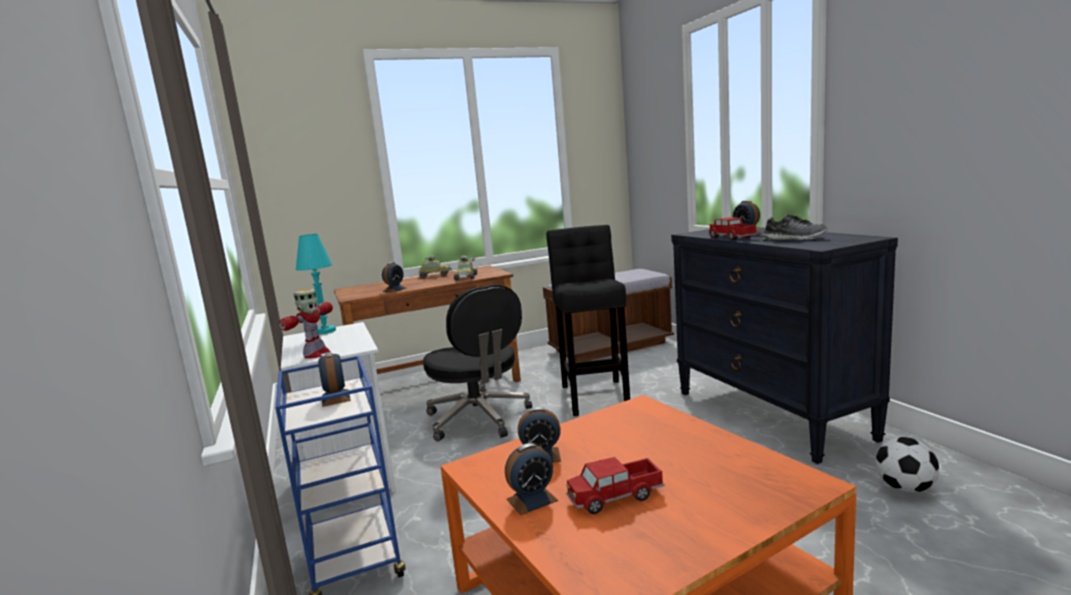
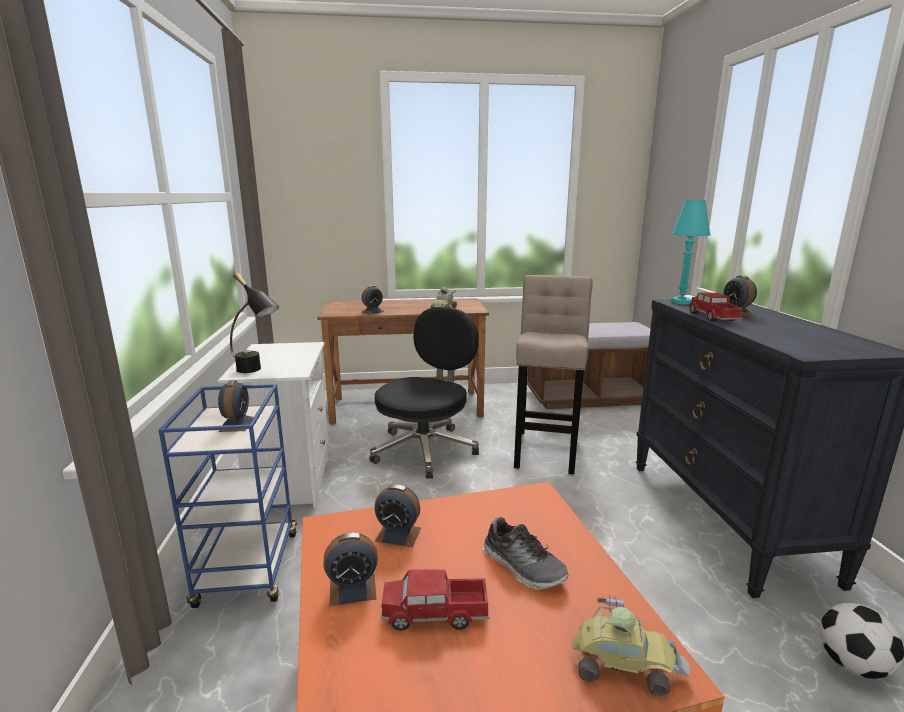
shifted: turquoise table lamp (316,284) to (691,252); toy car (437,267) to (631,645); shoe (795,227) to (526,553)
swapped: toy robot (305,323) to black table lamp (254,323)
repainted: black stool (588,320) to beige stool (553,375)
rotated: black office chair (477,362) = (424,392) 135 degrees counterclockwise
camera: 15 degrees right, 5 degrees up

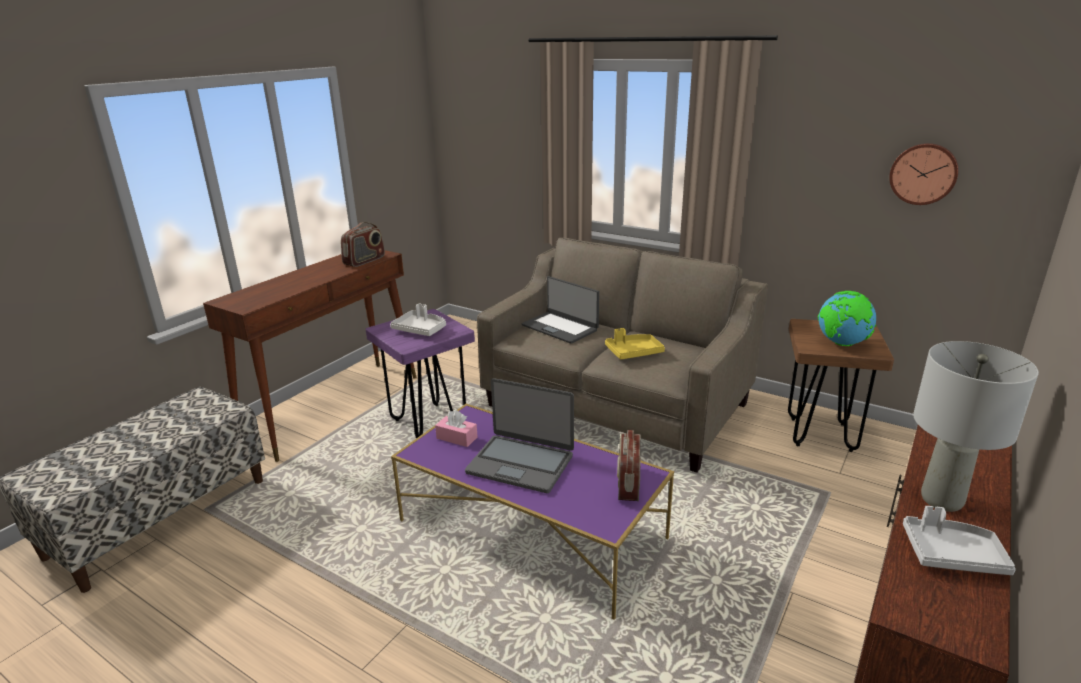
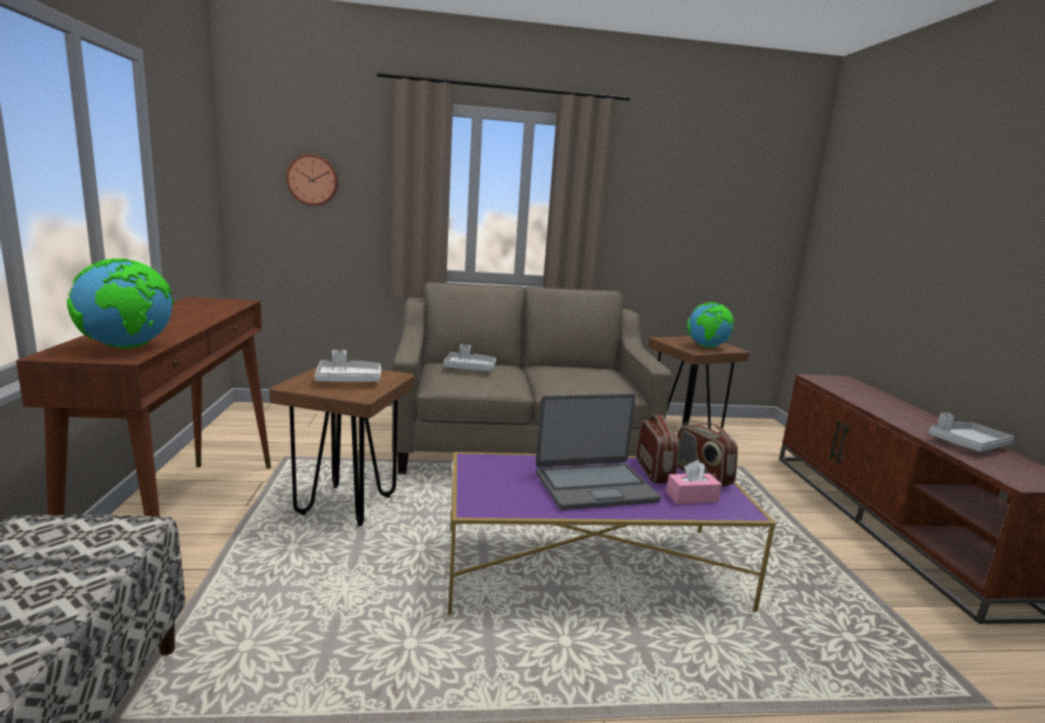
gone: yellow tray (635,343); grey table lamp (976,426)
new: globe (120,303)
shifted: radio (363,244) to (658,449); pink tissue box (456,428) to (694,482); wall clock (924,174) to (312,180)
swapped: laptop (560,310) to grey tray (469,357)
repainted: purple stool (420,373) to brown stool (342,446)
camera: 40 degrees left, 10 degrees down

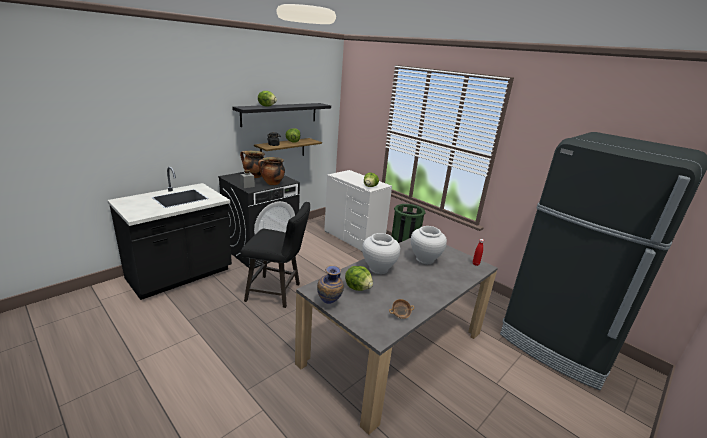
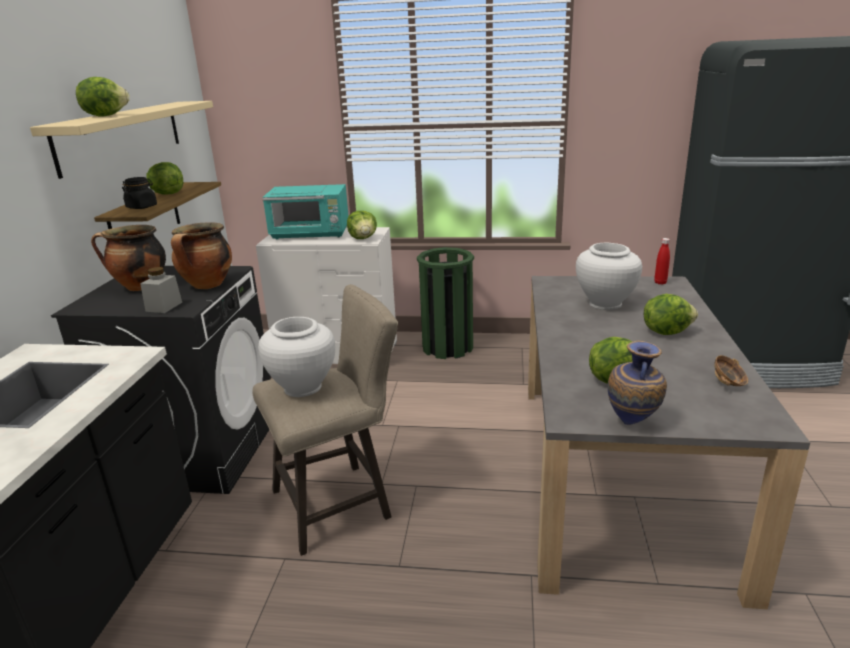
new: turquoise microwave (305,211); lettuce (671,314)
shifted: white vase (381,253) to (296,357)
repainted: black shelf (281,115) to beige shelf (121,140); black stool (275,255) to beige stool (325,420)
camera: 35 degrees left, 0 degrees up

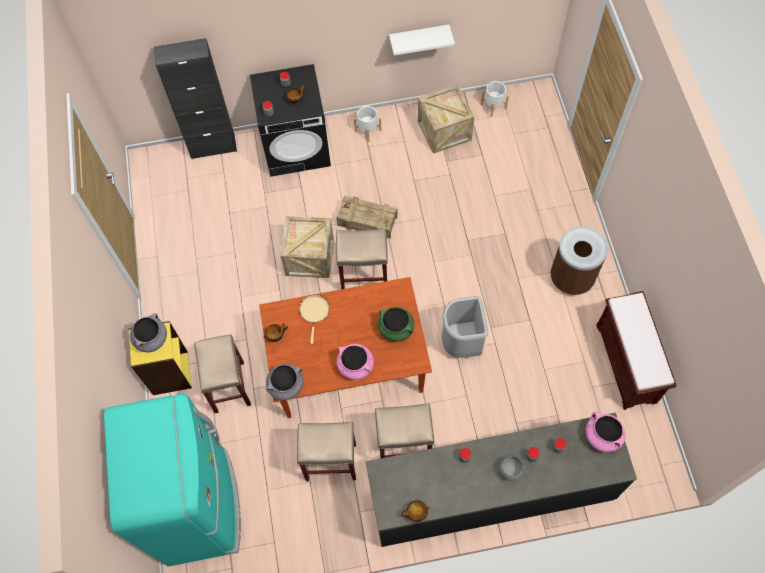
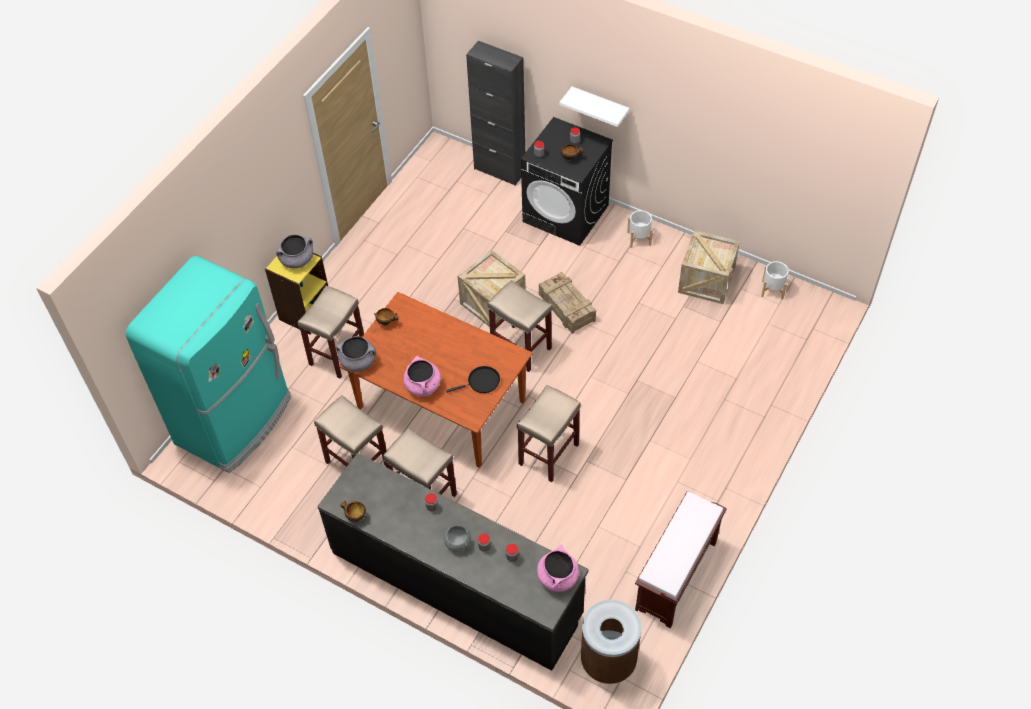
gone: beige frying pan (314,319)
shifted: white shelf (422,40) to (594,107); brown trash can (579,260) to (611,642)
swapped: green cooking pot (396,324) to black frying pan (473,379); grey trash can (465,327) to beige stool (549,433)
camera: 40 degrees right, 10 degrees down

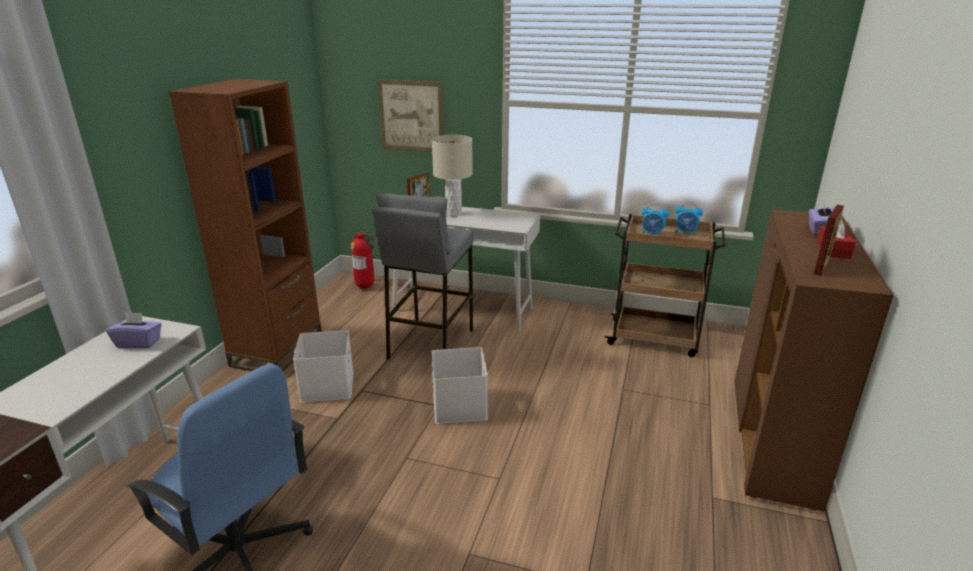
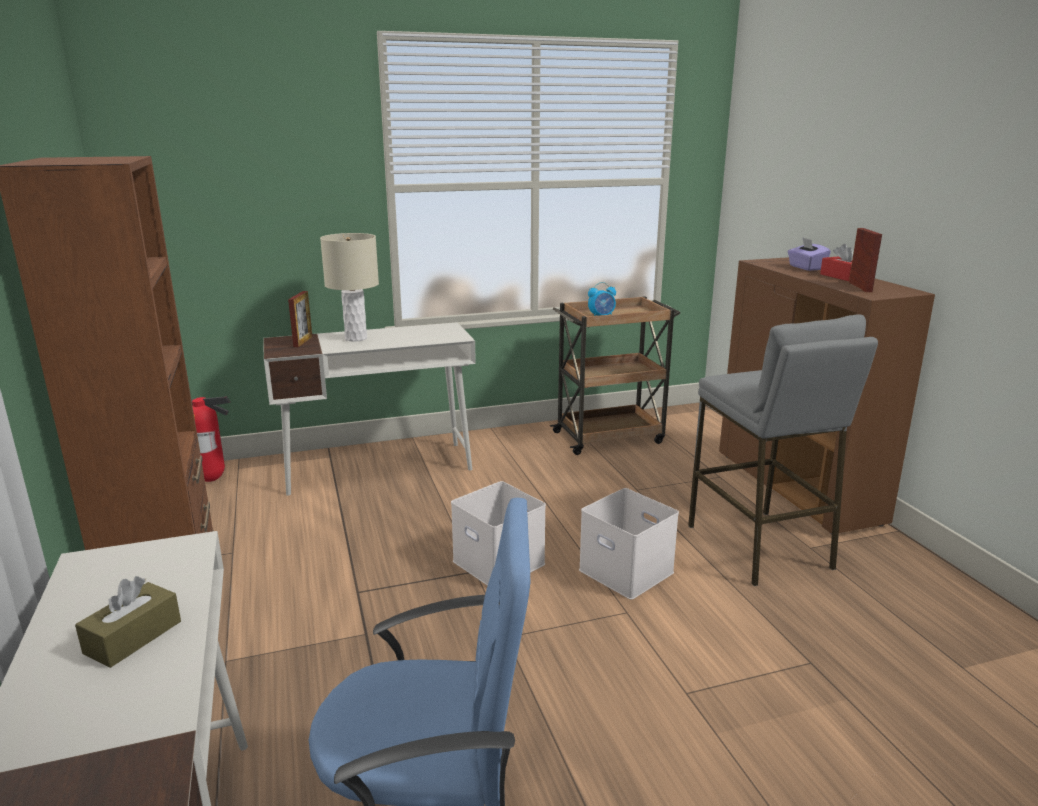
gone: purple tissue box (134,330); picture (410,115); alarm clock (689,218)
new: brown tissue box (128,622)
shifted: white storage box (323,366) to (629,544); grey stool (423,276) to (783,450)
camera: 35 degrees left, 5 degrees down

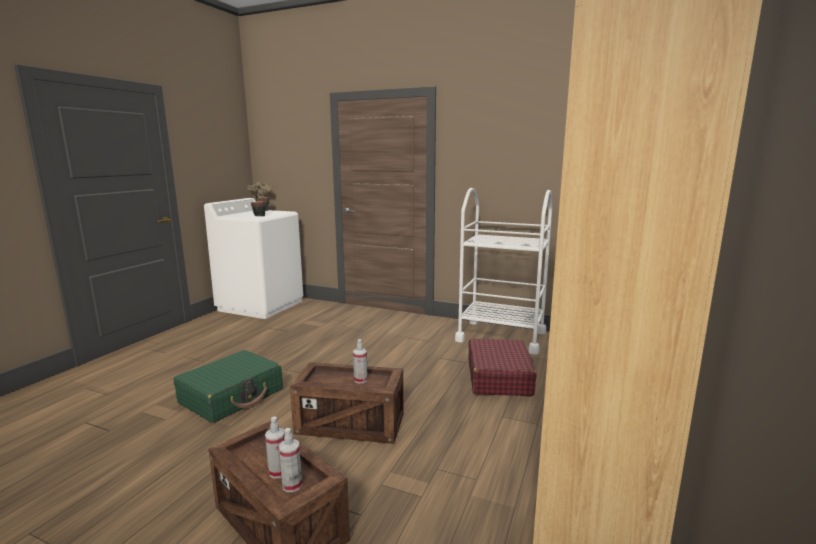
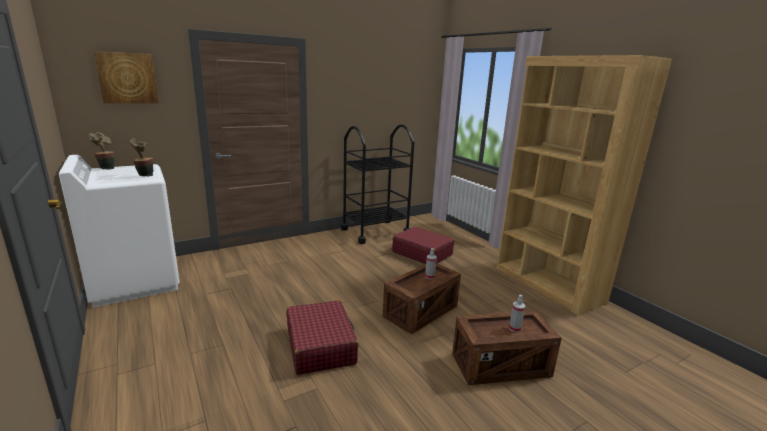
gone: spray bottle (290,460)
new: picture (126,77)
repainted: green suitcase (228,386) to red suitcase (322,337); white cart (503,271) to black cart (377,184)
camera: 55 degrees left, 5 degrees up

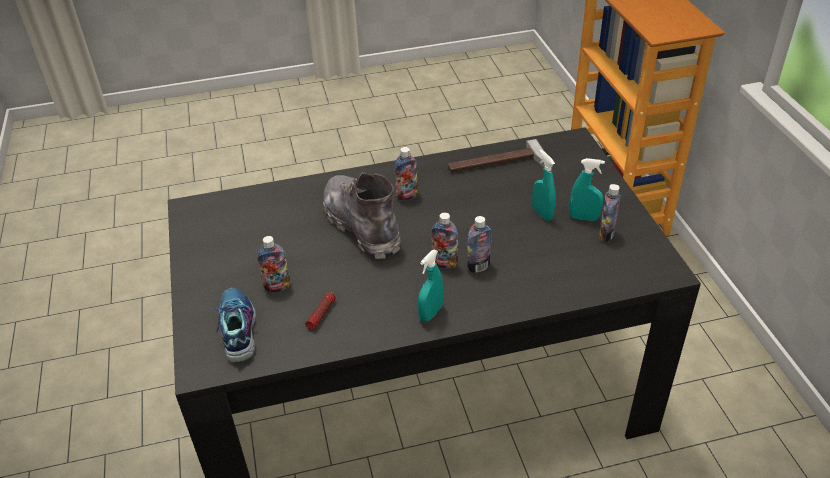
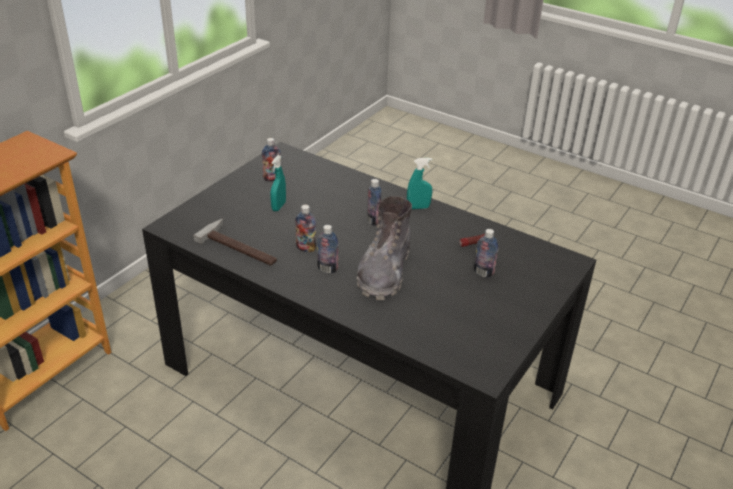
gone: shoe (232,325); turquoise spray bottle (587,189)
shifted: bottle (479,244) to (305,228)
camera: 135 degrees left, 5 degrees down

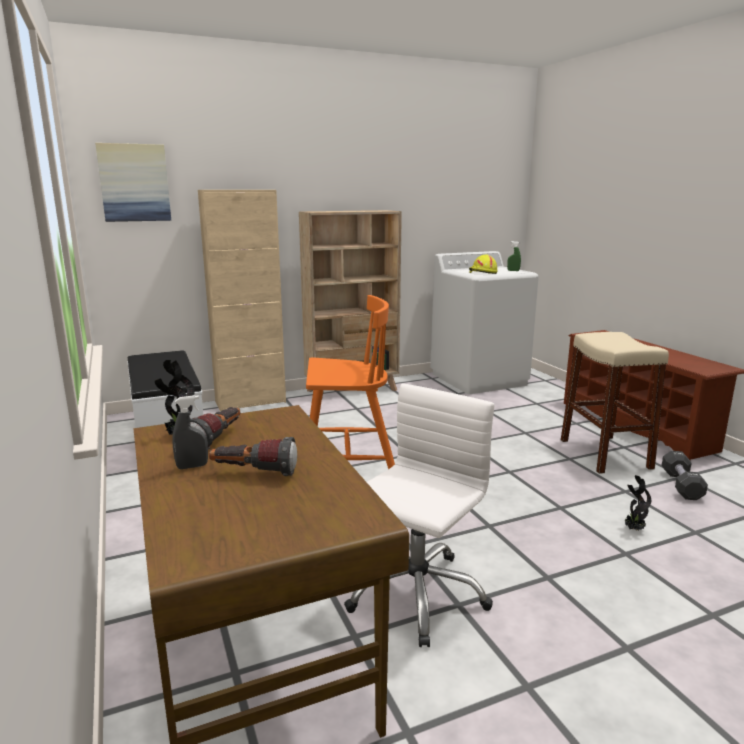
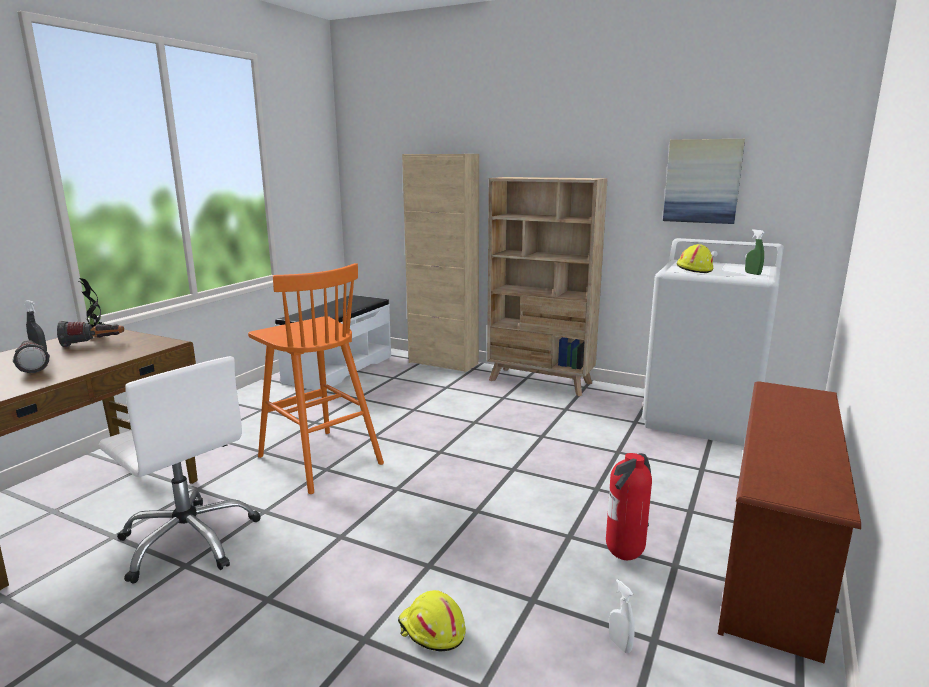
shifted: picture (133,182) to (704,181)
swapped: beige stool (615,403) to fire extinguisher (629,506); potted plant (637,503) to yellow hard hat (432,620); black dumbbell (685,475) to white spray bottle (622,616)
rotated: white office chair (419,515) = (180,470) 45 degrees clockwise
camera: 50 degrees right, 0 degrees up

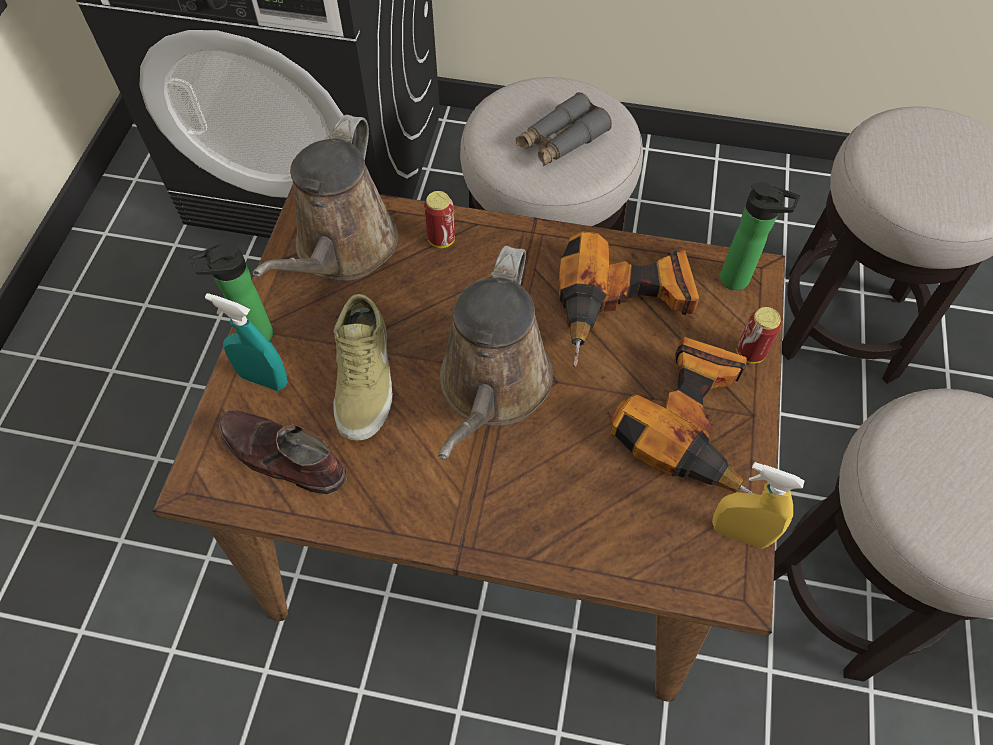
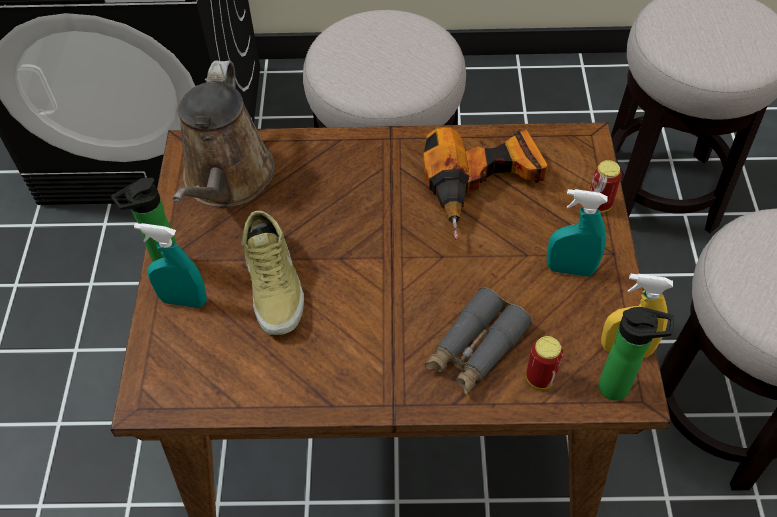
gone: brown shoe (282,453); brown watering can (495,353)
shifted: can (439,219) to (544,362); grey binoculars (564,129) to (478,341); bottle (760,236) to (636,354)
swapped: power drill (681,415) to turquoise spray bottle (577,233)
camera: 10 degrees left, 5 degrees down

